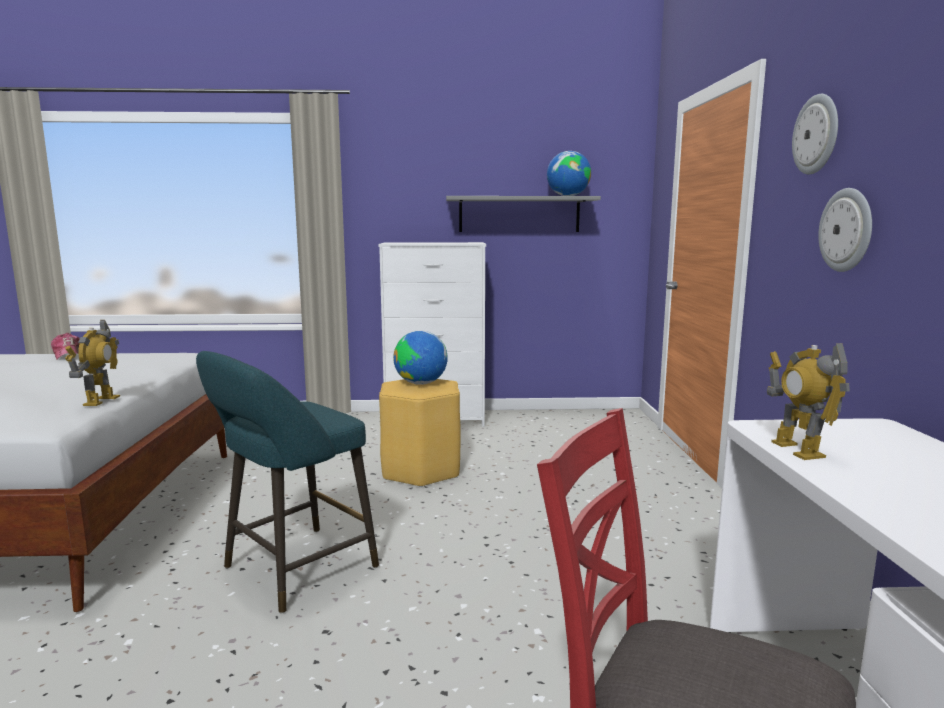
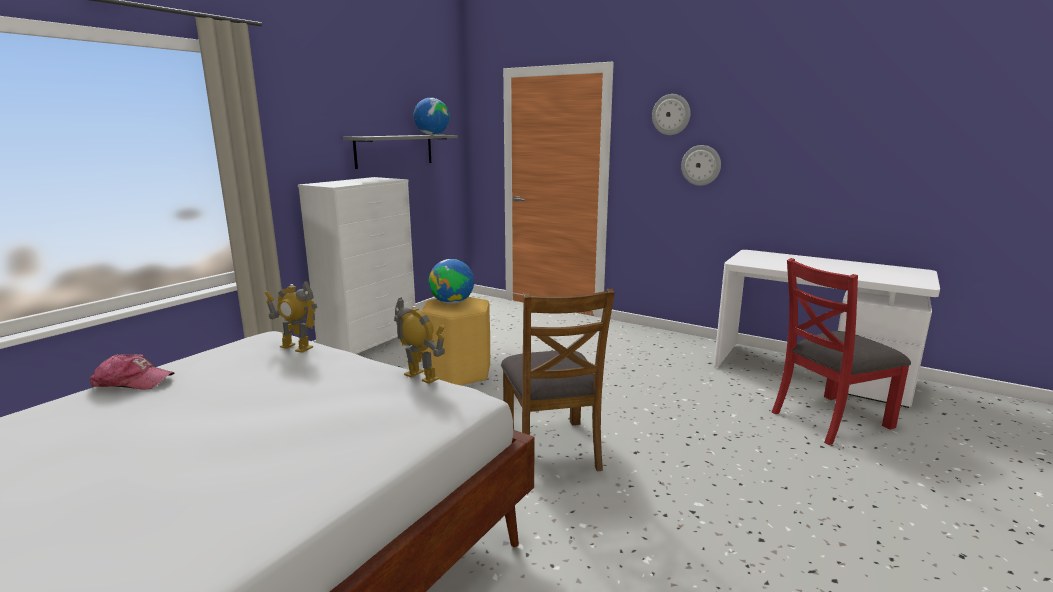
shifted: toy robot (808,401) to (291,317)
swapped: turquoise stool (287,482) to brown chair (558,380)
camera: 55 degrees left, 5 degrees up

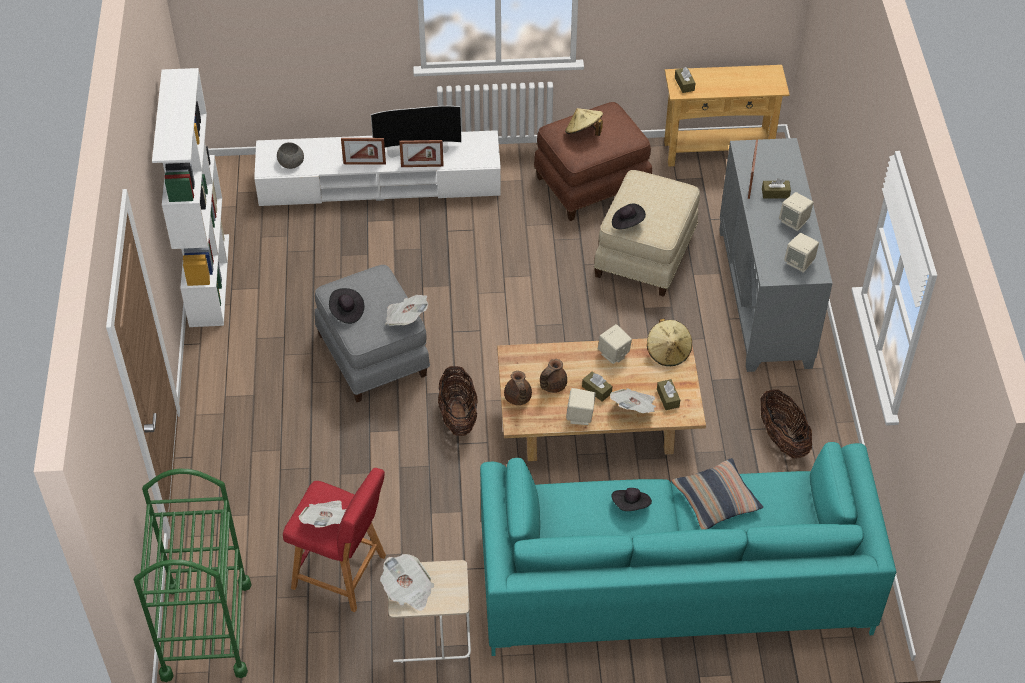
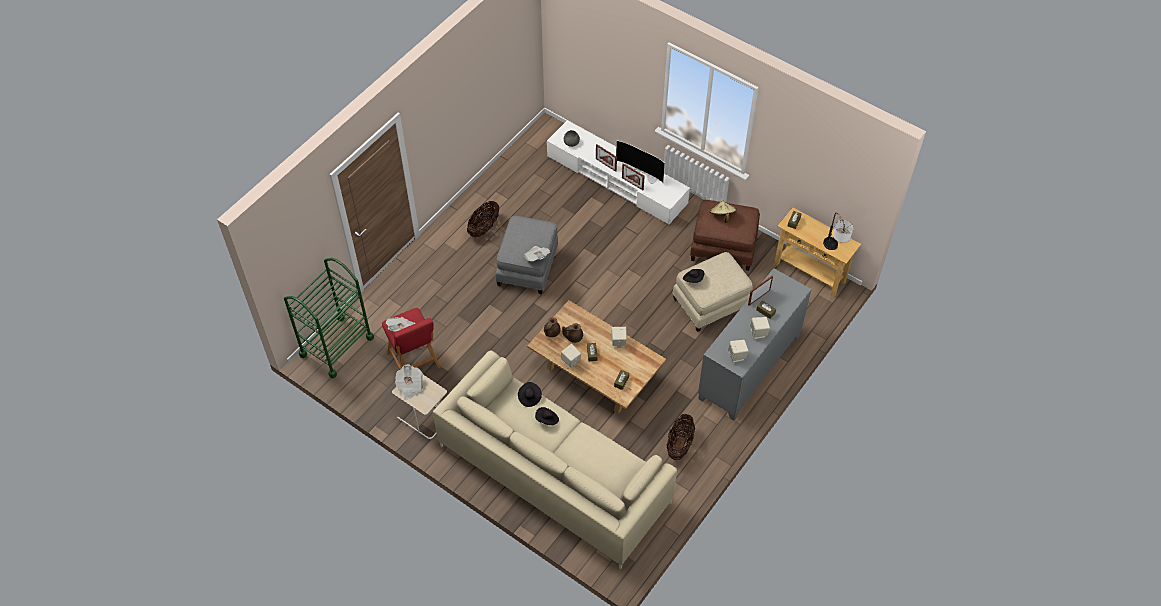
gone: white bookcase (190,197); newspaper (633,400); beige hat (669,342); pillow (717,493)
new: table lamp (838,231)
shifted: black hat (346,306) to (530,394); basket (458,401) to (483,219)
repainted: turquoise sofa (688,549) to beige sofa (555,460)
camera: 40 degrees right, 5 degrees up

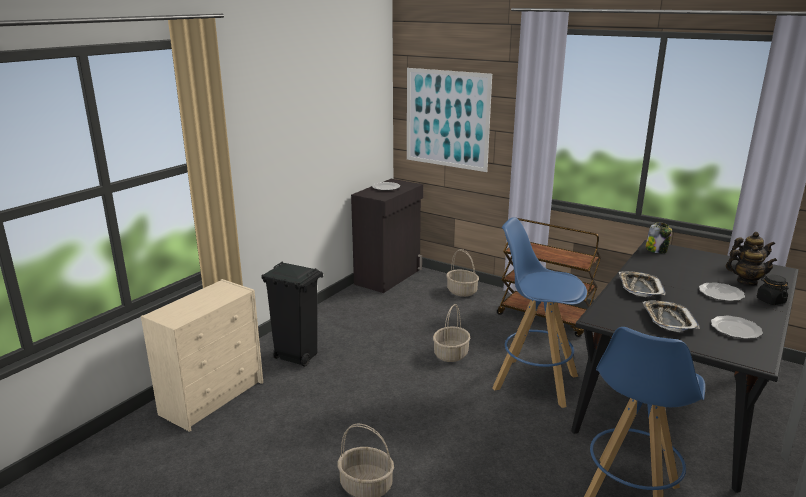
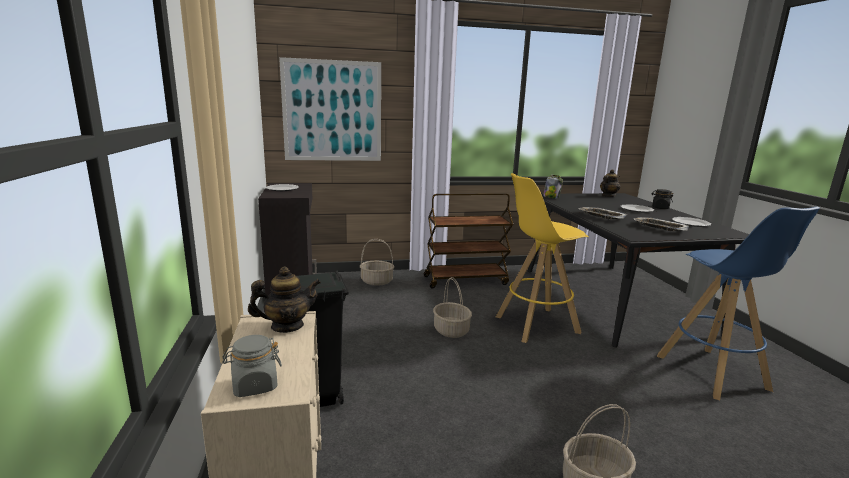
new: grey jar (252,366)
shifted: teapot (751,265) to (284,300)
repainted: blue stool (539,312) to yellow stool (542,258)
camera: 45 degrees left, 5 degrees down

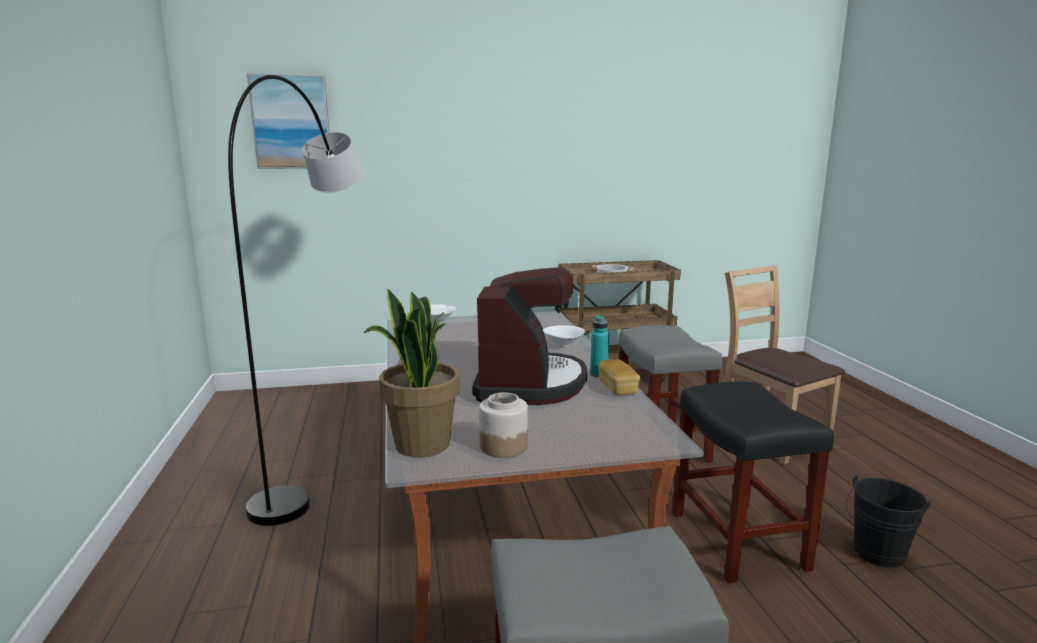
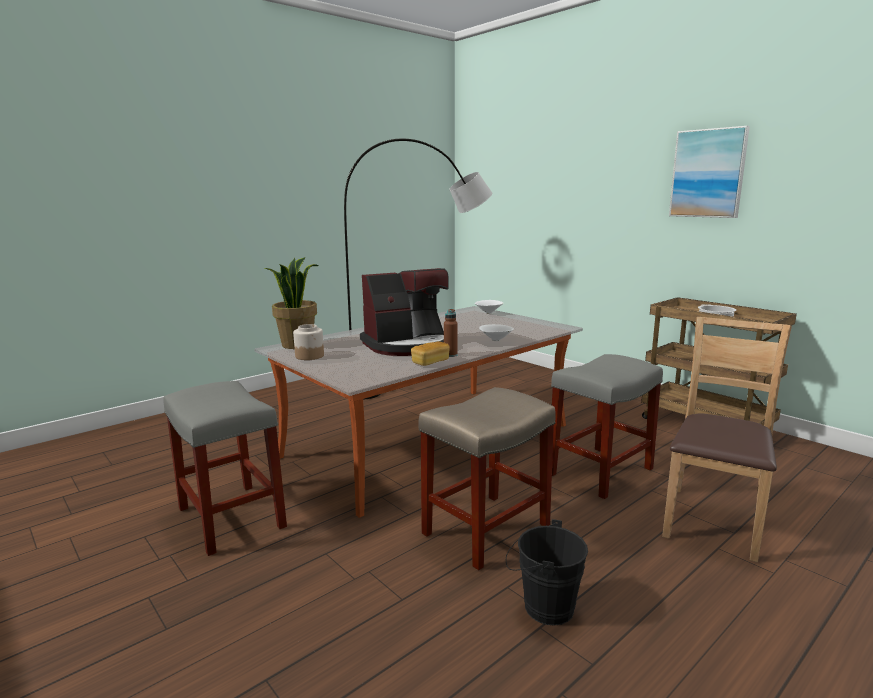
shifted: picture (288,121) to (709,172)
repainted: turquoise bottle (599,346) to brown bottle (451,333); black stool (753,483) to beige stool (487,478)
camera: 60 degrees right, 0 degrees up

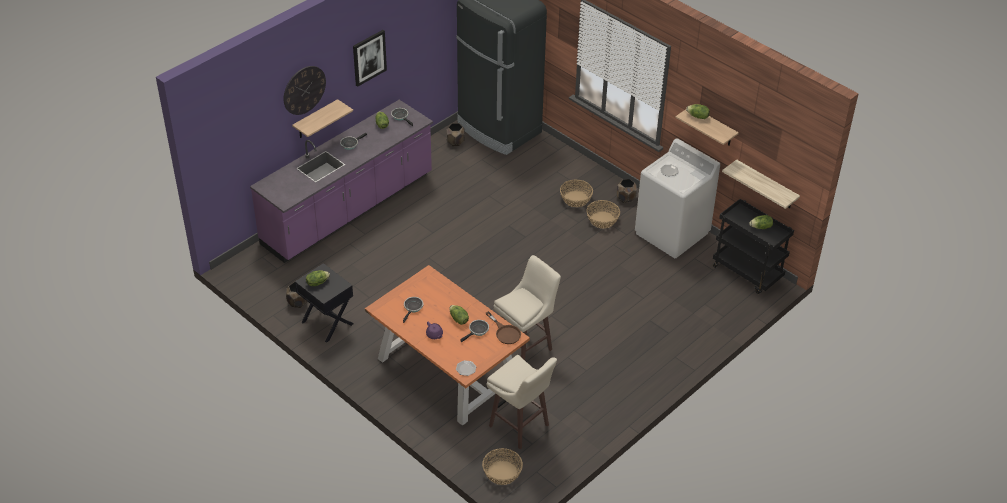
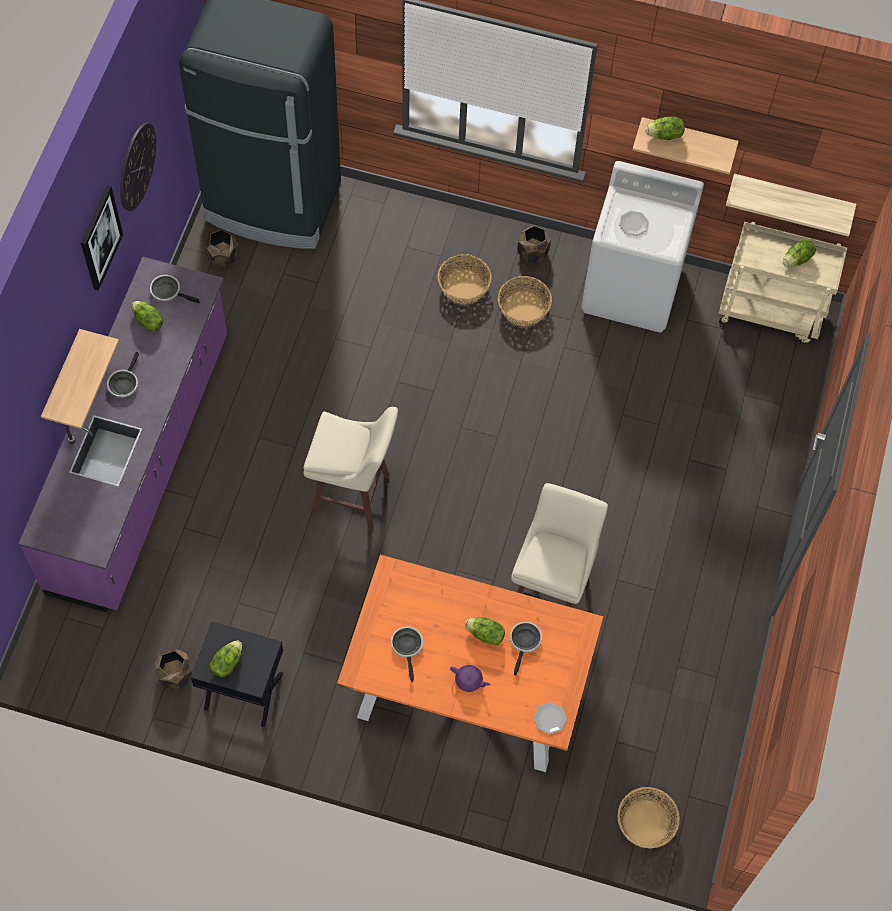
gone: brown frying pan (503,327)
shifted: wall clock (305,90) to (138,167); beige stool (522,402) to (350,468)
repainted: black cart (753,246) to beige cart (782,283)
camera: 30 degrees left, 20 degrees up

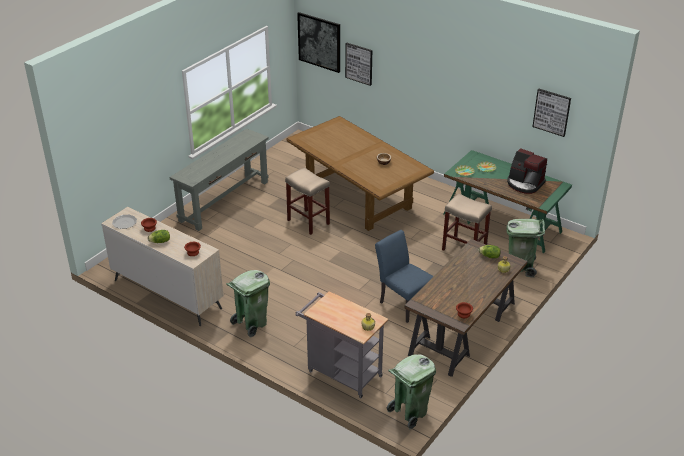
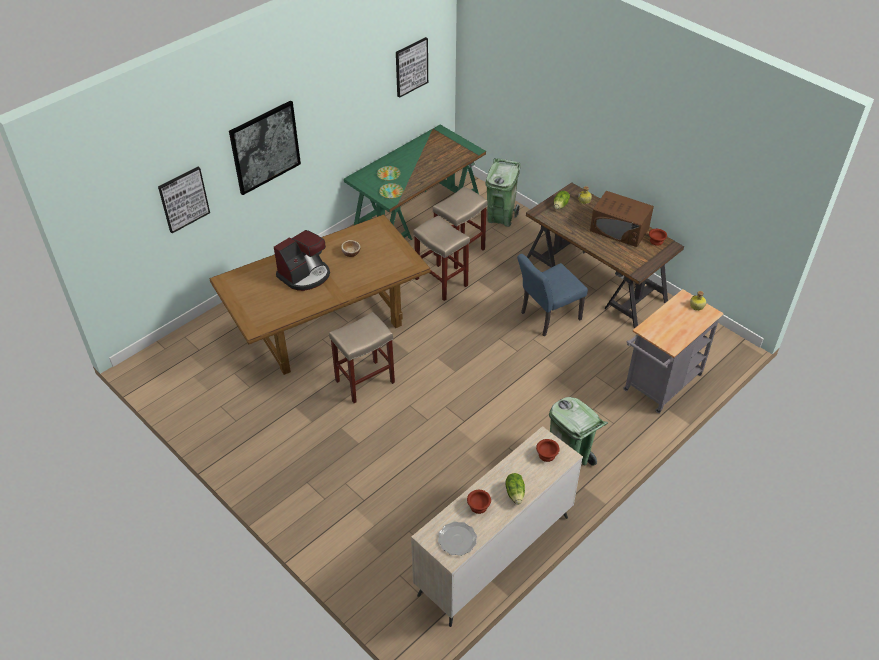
gone: grey console table (219,179); green trash can (411,391)
new: beige stool (441,258); brown microwave (622,219)
shifted: picture (318,42) to (265,148); coffee machine (527,171) to (302,260)
camera: 80 degrees left, 10 degrees up

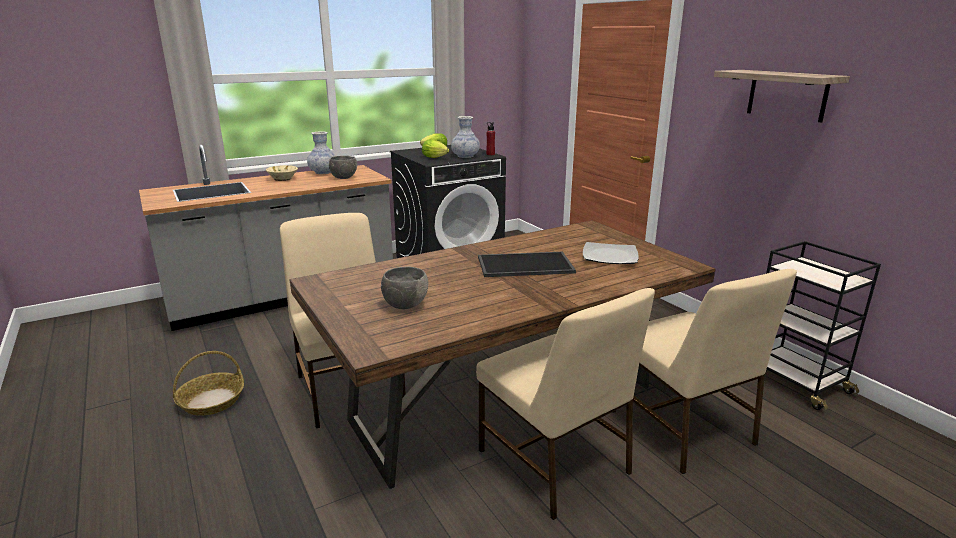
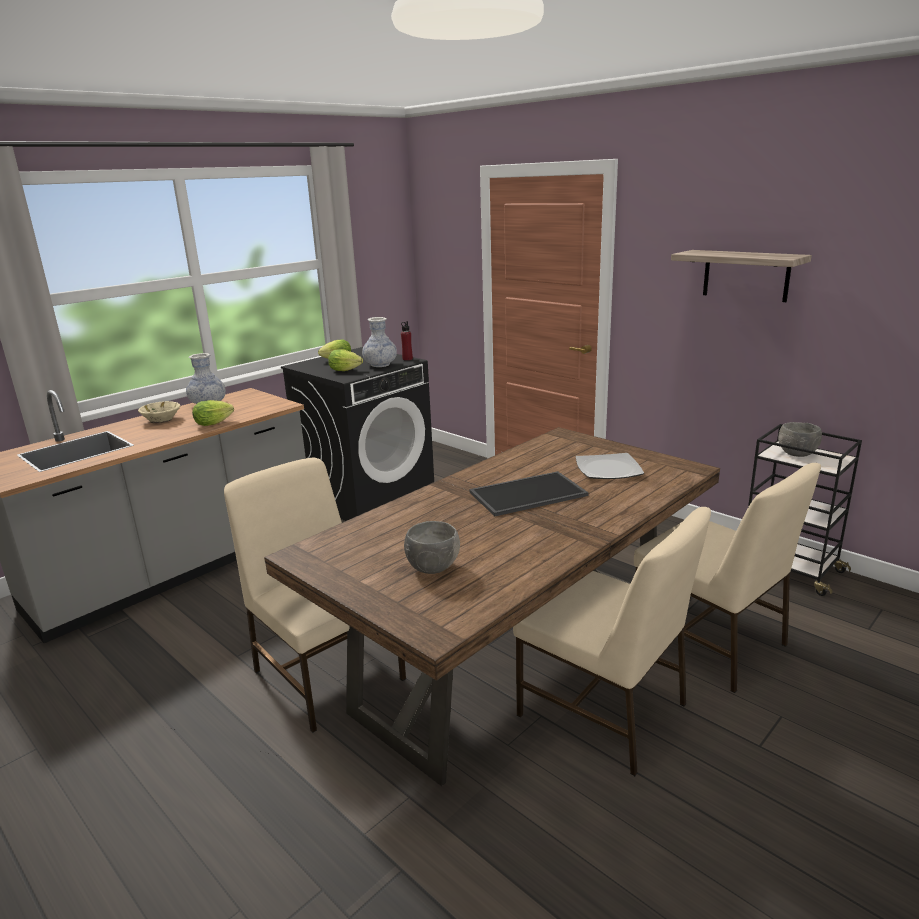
gone: basket (208,383)
new: lettuce (213,413)
shifted: grey bowl (343,167) to (800,439)
camera: 15 degrees left, 0 degrees up

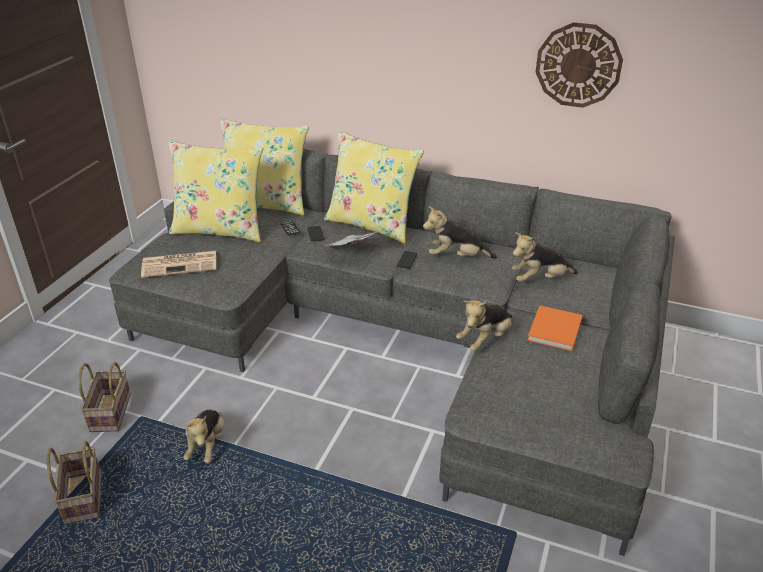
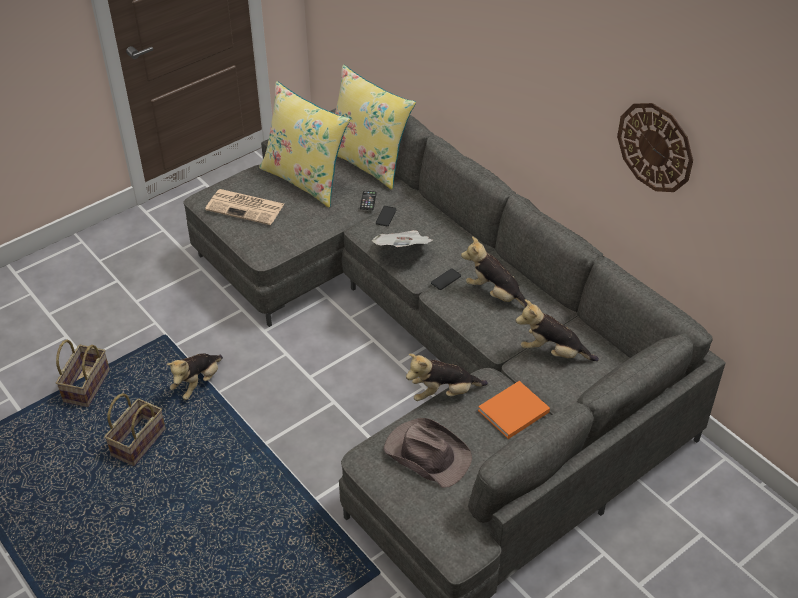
gone: yellow pillow (374,187)
new: brown hat (428,453)
shifted: basket (104,397) to (135,429)
camera: 30 degrees right, 10 degrees up

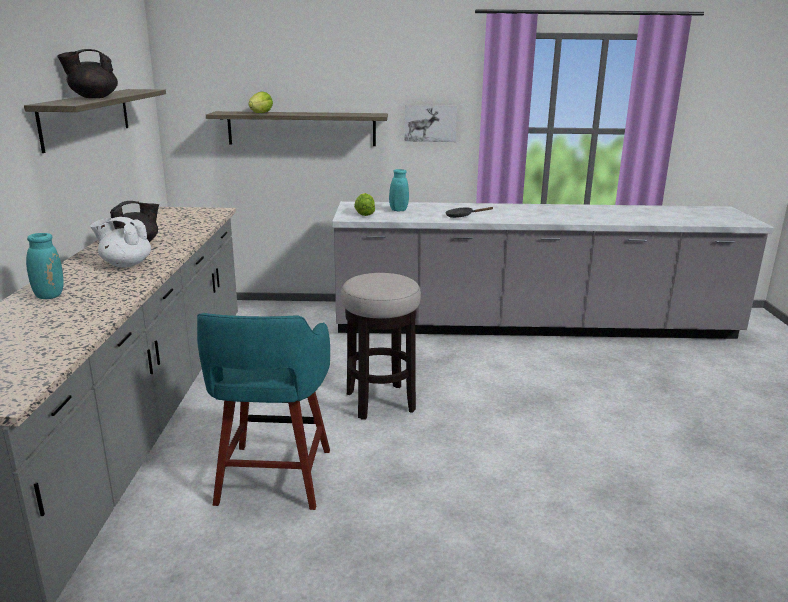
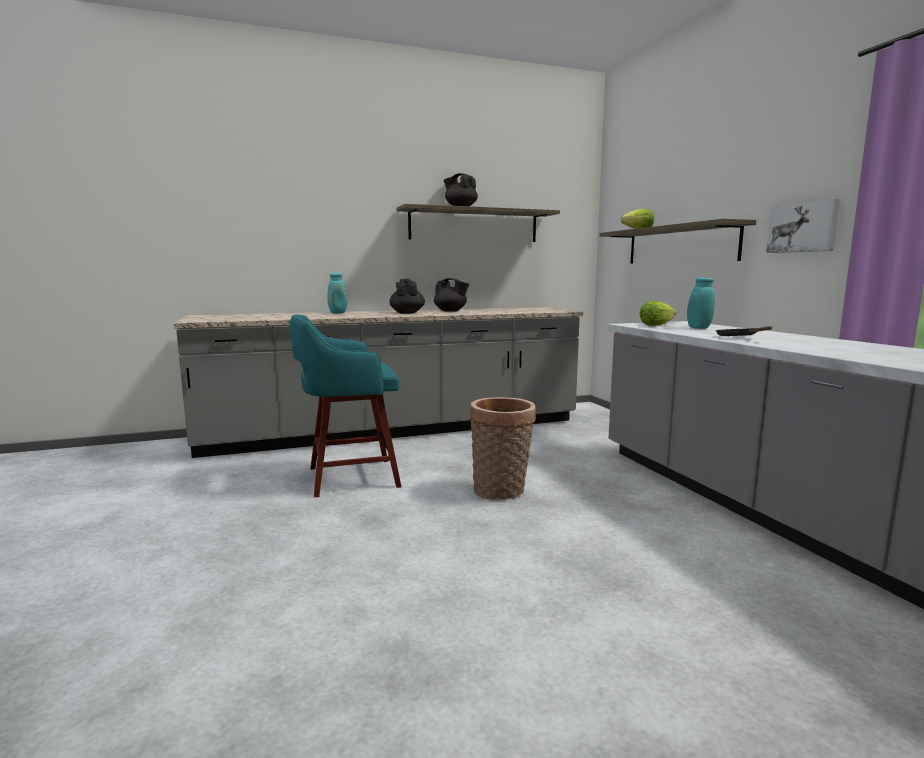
swapped: stool (381,346) to basket (503,448)
repainted: white teapot (120,242) to black teapot (407,296)
camera: 70 degrees right, 10 degrees down

